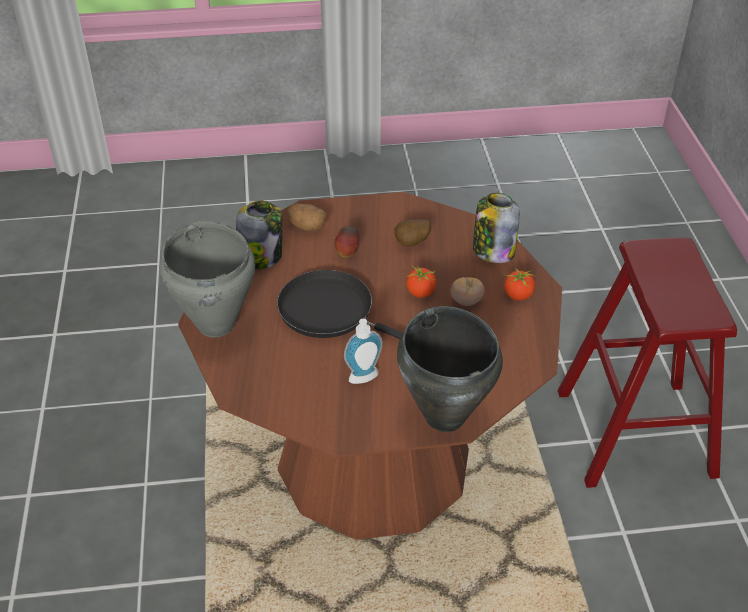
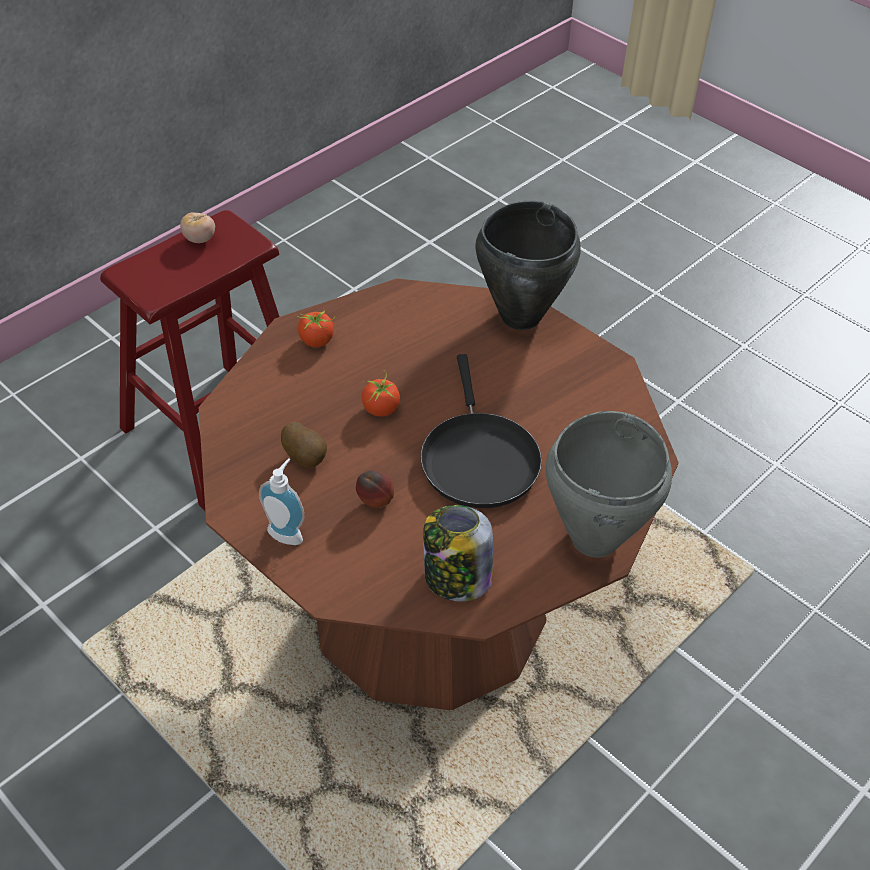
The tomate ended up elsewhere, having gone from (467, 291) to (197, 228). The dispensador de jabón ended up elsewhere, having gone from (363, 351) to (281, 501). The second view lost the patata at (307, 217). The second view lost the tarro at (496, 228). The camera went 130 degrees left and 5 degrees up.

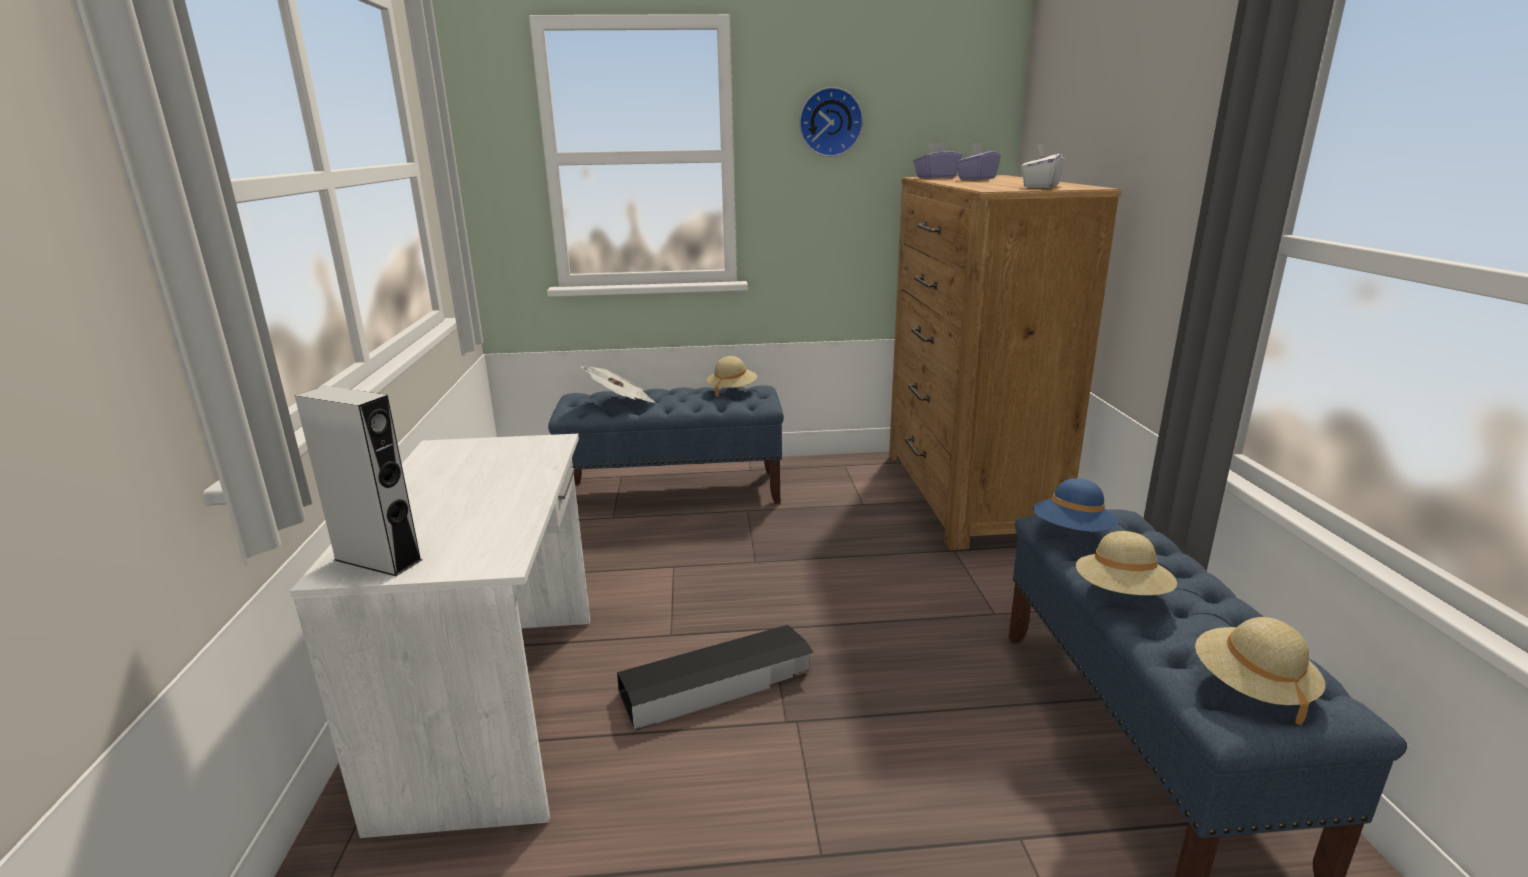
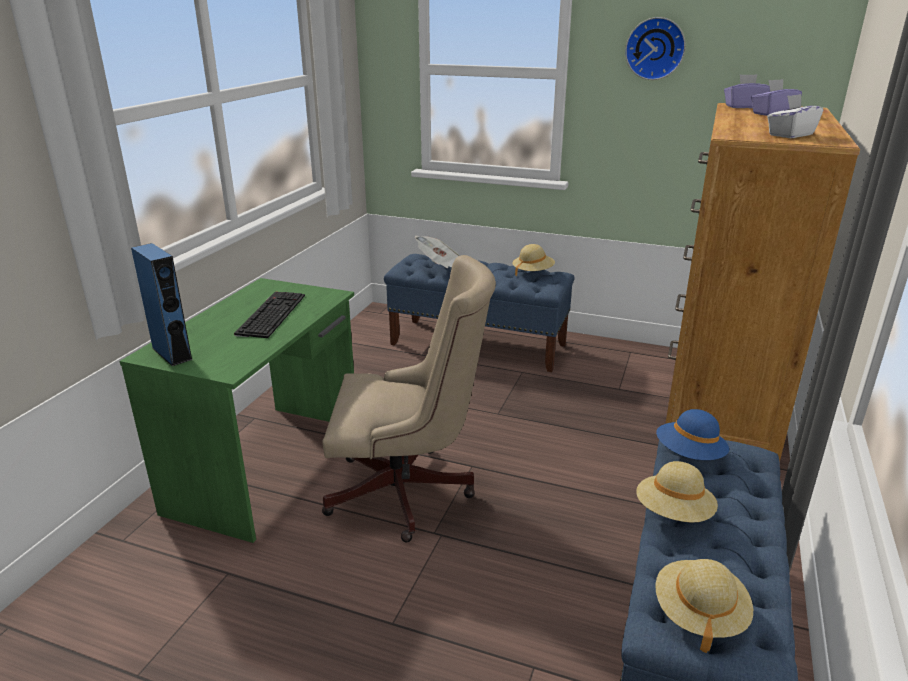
What was the escritorio [blanco] at (440, 636) turned into the escritorio [verde] at (237, 410). What was the altavoz [gris] at (358, 481) turned into the altavoz [azul] at (162, 304). The second view gained the teclado at (269, 315). Where the caja de almacenaje [negro] stood at (715, 677), the silla de oficina [beis] came to stand at (409, 399). The camera went 25 degrees right and 5 degrees up.

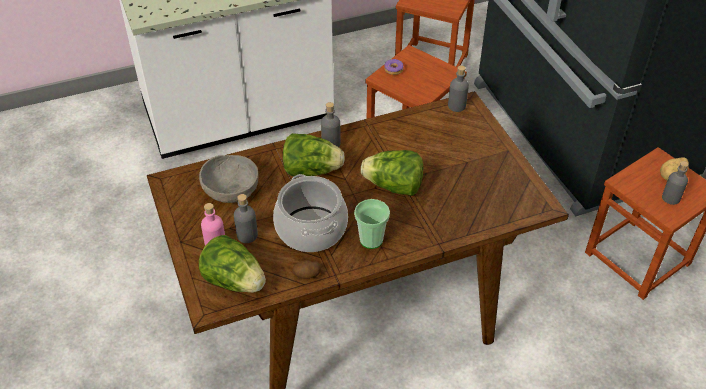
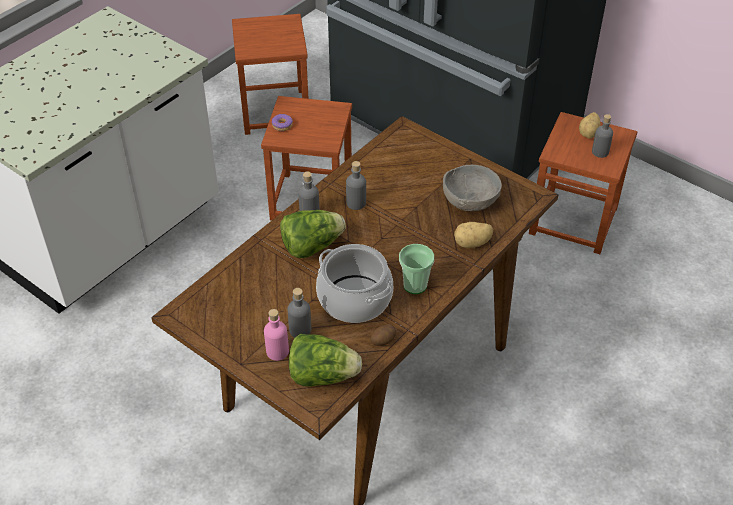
The botella [gris] ended up elsewhere, having gone from (458, 88) to (356, 185). The cuenco [gris] ended up elsewhere, having gone from (229, 179) to (472, 188). The second view gained the patata at (473, 235). The second view lost the lechuga at (392, 173). The camera went 30 degrees left and 0 degrees up.

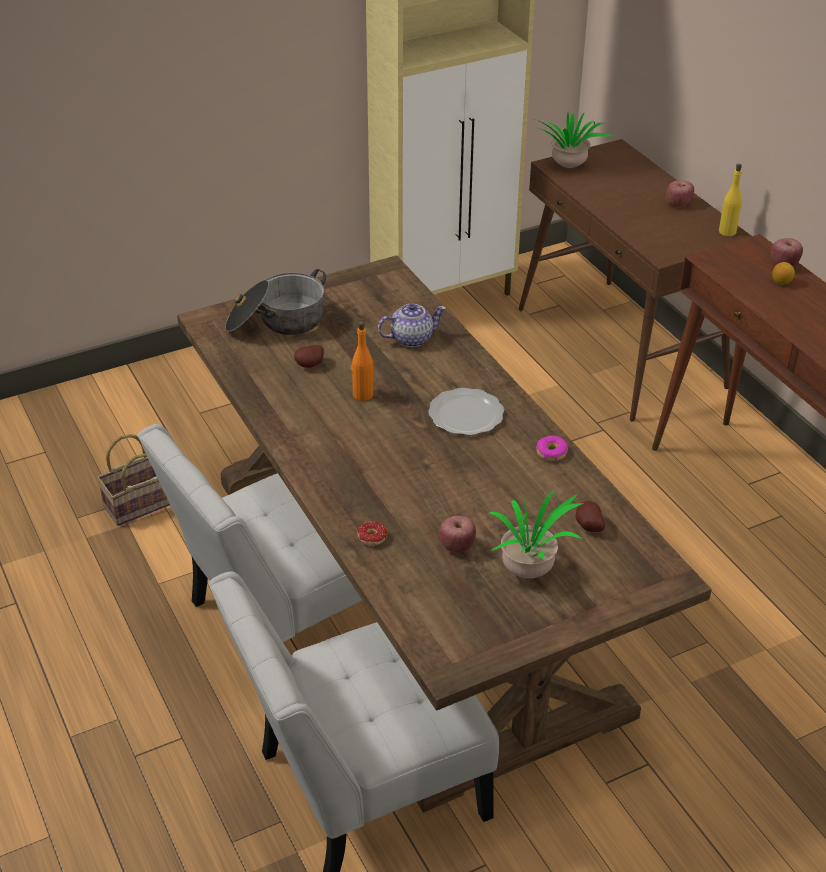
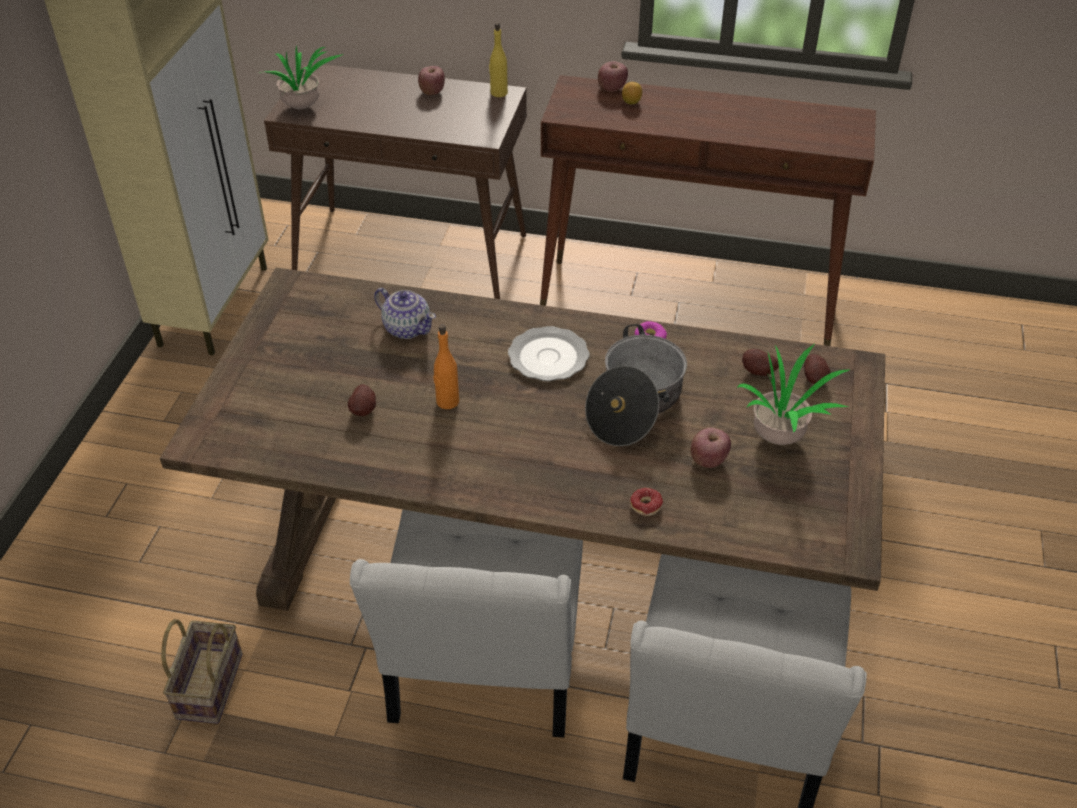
The tetera at (412, 325) ended up facing another way, 105 degrees clockwise from before. The olla ended up elsewhere, having gone from (275, 302) to (636, 385). The second view gained the patata at (817, 369). The camera went 50 degrees left and 5 degrees up.

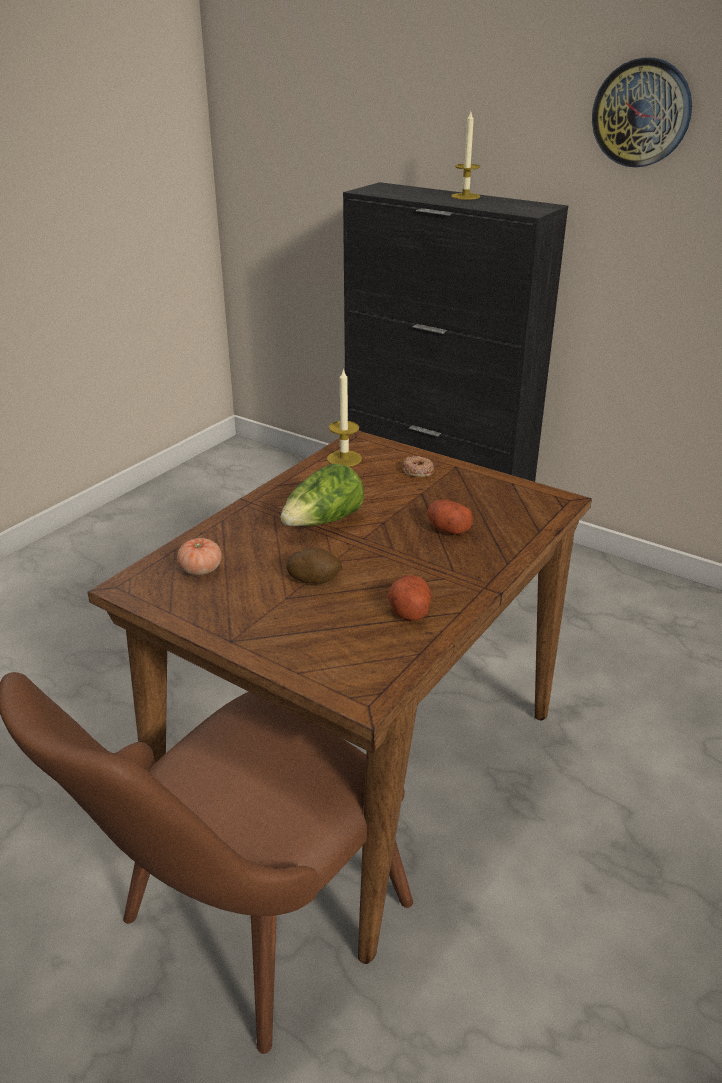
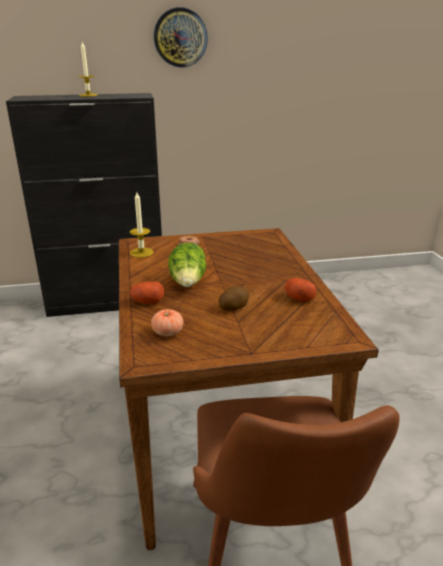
The patata ended up elsewhere, having gone from (450, 517) to (147, 293). The camera went 45 degrees left and 5 degrees down.

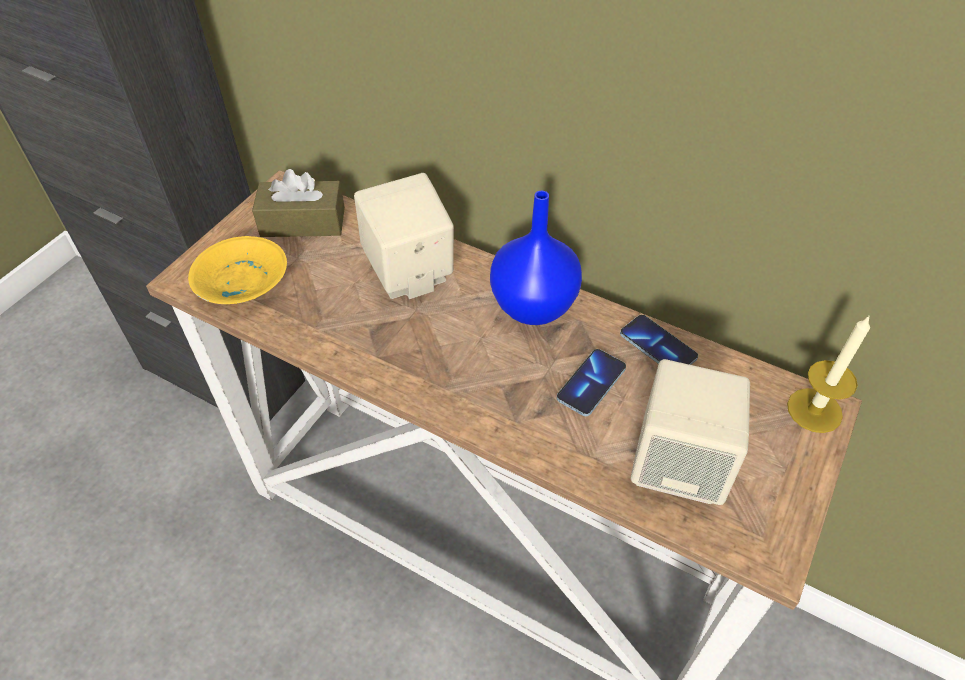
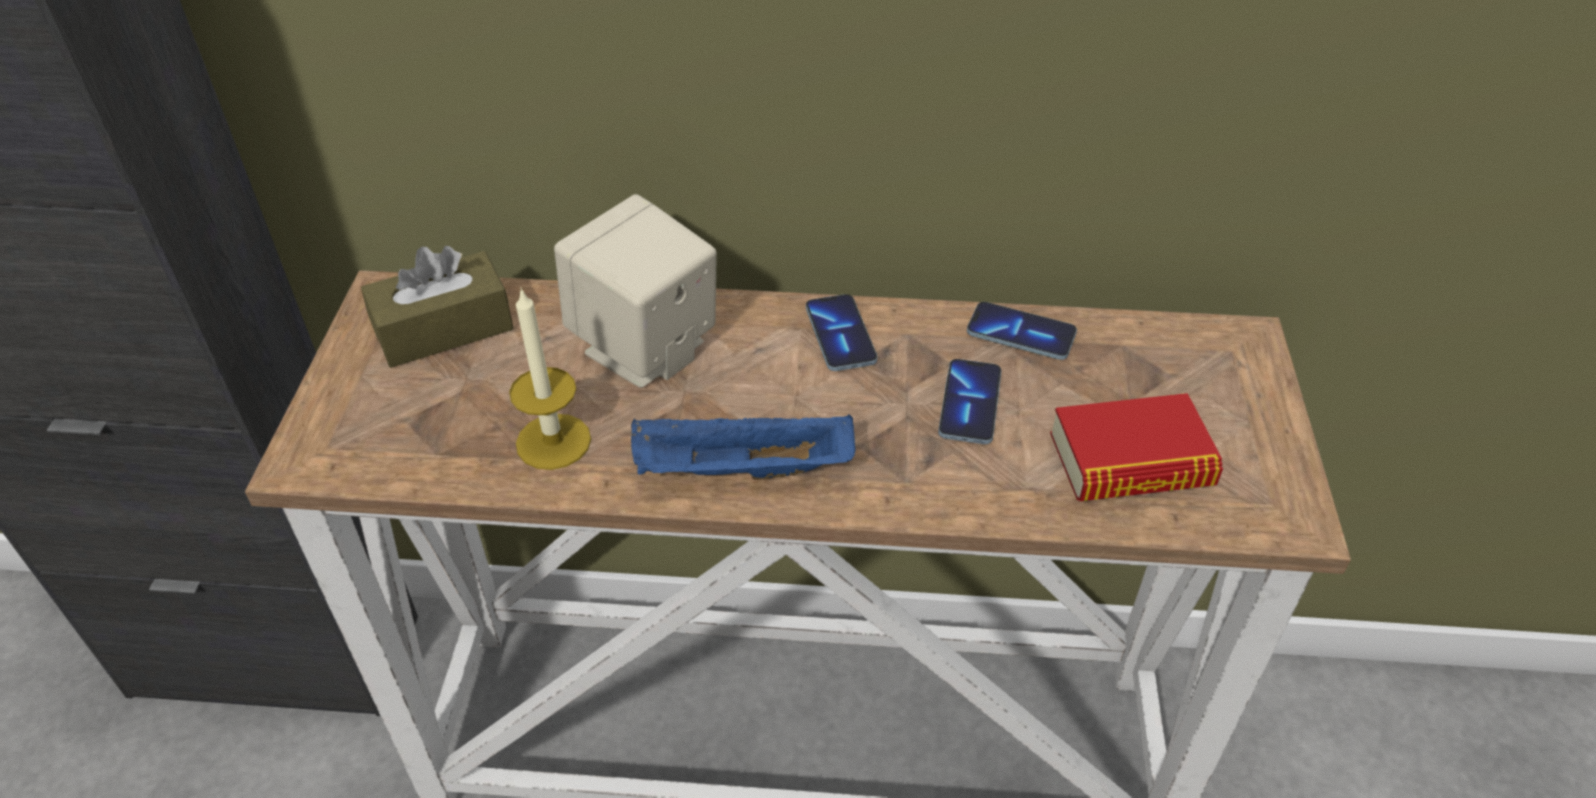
The vela ended up elsewhere, having gone from (828, 374) to (550, 379). The second view gained the bandeja [azul] at (743, 447). Where the florero [azul] stood at (536, 258), the móvil came to stand at (841, 332). Where the altavoz [beis] stood at (690, 432), the libro came to stand at (1136, 447). The second view lost the cuenco [amarillo] at (237, 270). The camera went 25 degrees left and 5 degrees down.

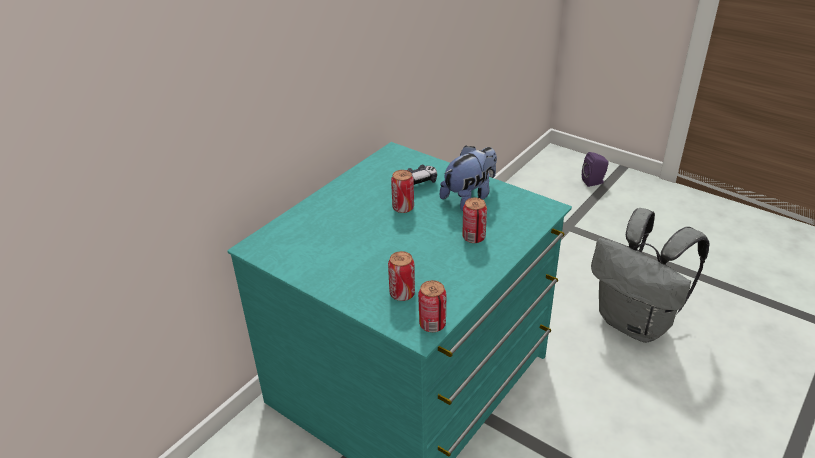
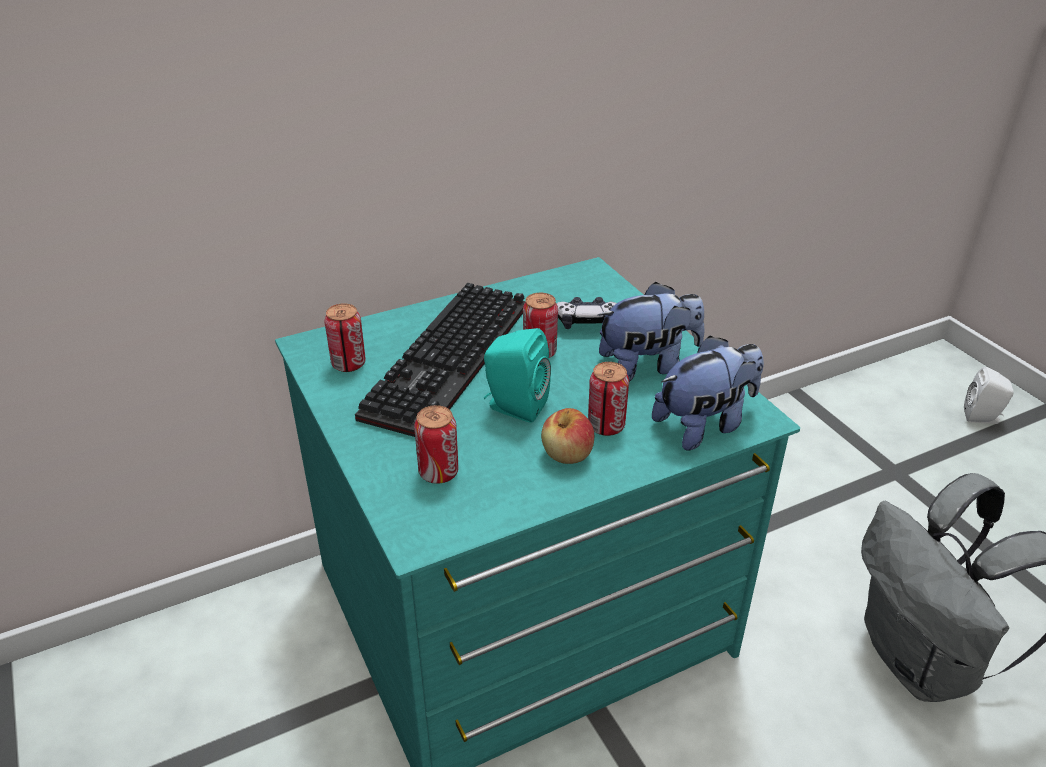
The lata ended up elsewhere, having gone from (432, 306) to (345, 337). The second view gained the teclado at (440, 360). The second view gained the altavoz [turquesa] at (517, 375). The second view gained the manzana at (567, 436). The second view gained the peluche at (708, 393). What was the altavoz [morado] at (595, 169) turned into the altavoz [blanco] at (989, 395). The camera went 25 degrees right and 0 degrees up.

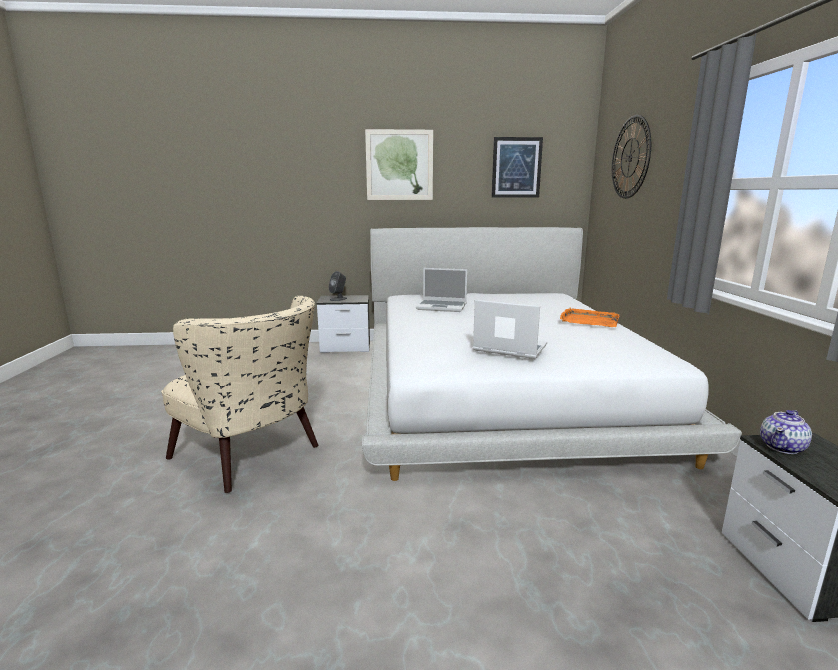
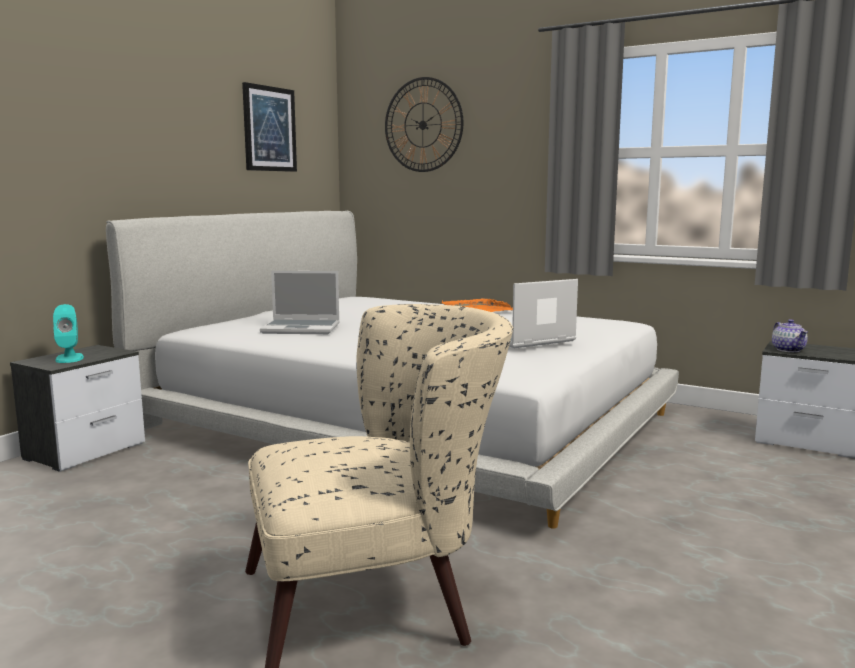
What was the altavoz [gris] at (337, 286) turned into the altavoz [turquesa] at (68, 333). The portátil at (441, 290) ended up facing another way, 45 degrees clockwise from before. The second view lost the cuadro at (399, 164). The camera went 55 degrees left and 5 degrees down.

